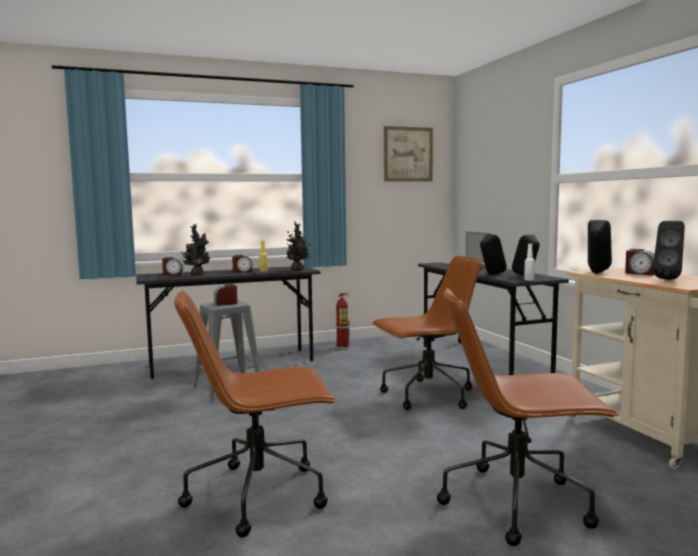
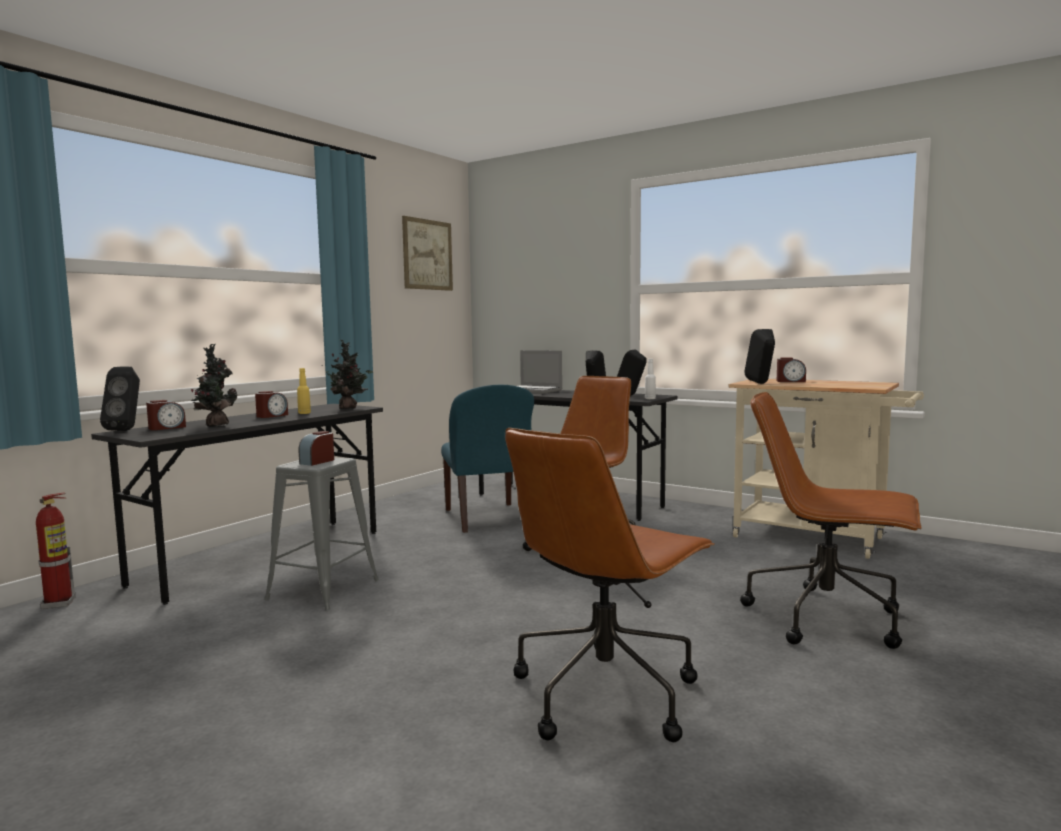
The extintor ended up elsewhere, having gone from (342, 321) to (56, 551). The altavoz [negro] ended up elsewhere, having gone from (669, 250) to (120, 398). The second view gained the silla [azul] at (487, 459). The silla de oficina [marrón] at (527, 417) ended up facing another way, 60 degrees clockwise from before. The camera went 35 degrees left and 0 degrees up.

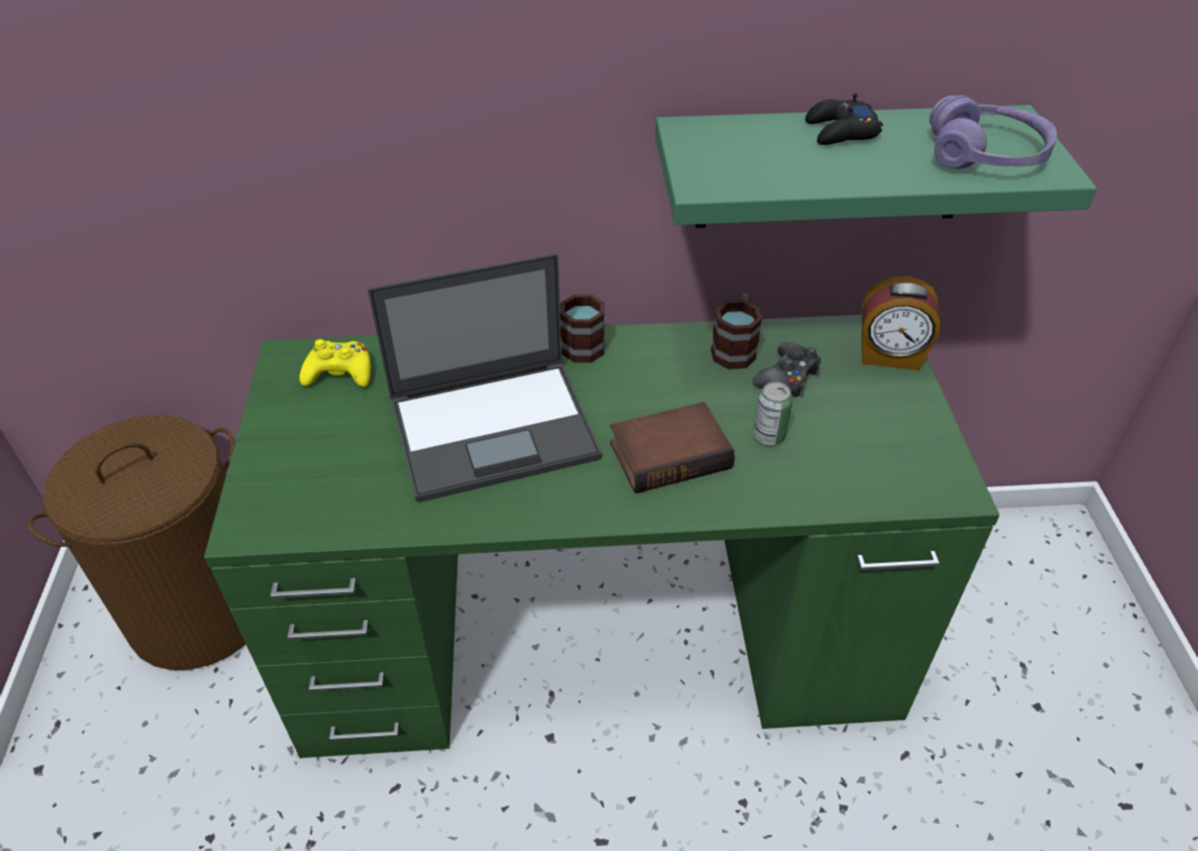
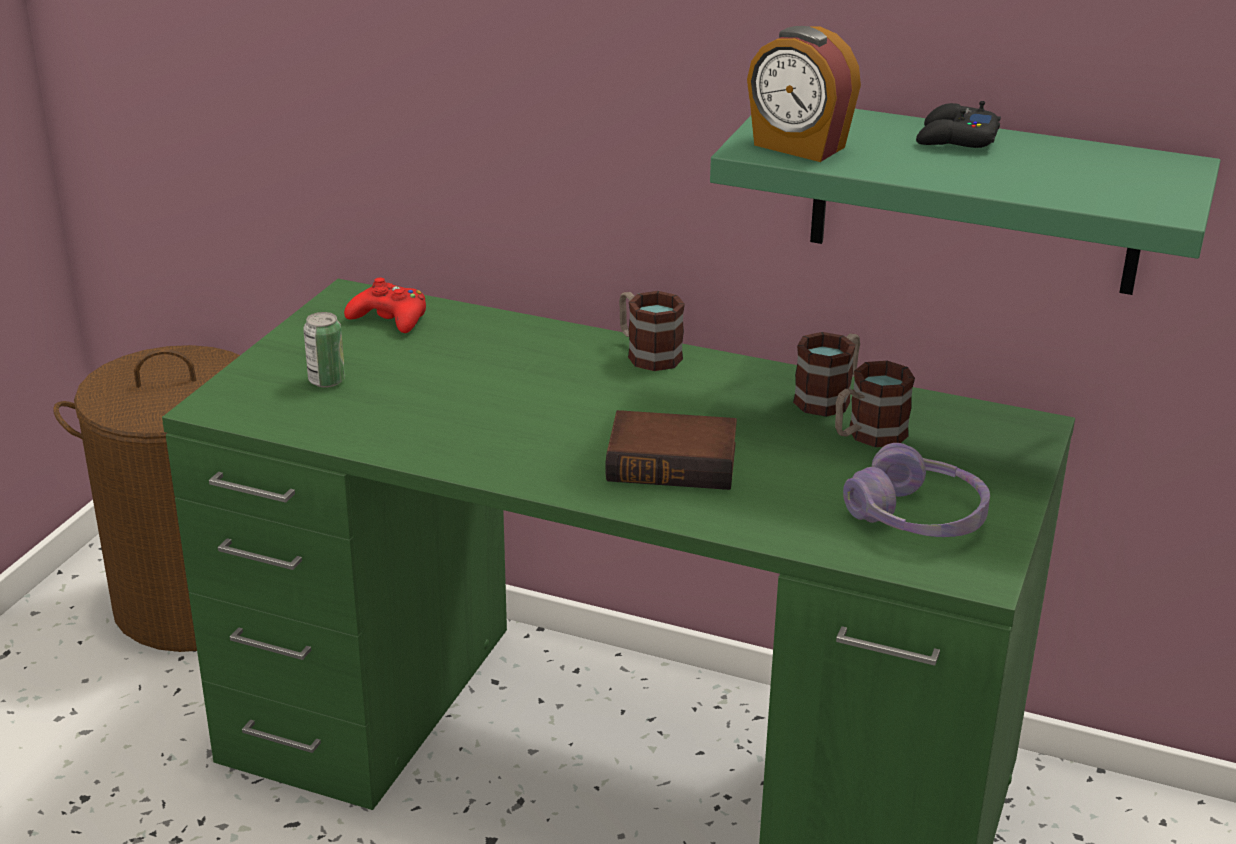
The lata ended up elsewhere, having gone from (773, 413) to (324, 350). What was the mando de consola [amarillo] at (335, 363) turned into the mando de consola [rojo] at (385, 305). The despertador ended up elsewhere, having gone from (901, 323) to (804, 94). Where the mando de consola [negro] stood at (786, 369), the taza grande came to stand at (875, 404). The auriculares [morado] ended up elsewhere, having gone from (993, 132) to (916, 490). The second view lost the portátil at (485, 378). The camera went 25 degrees right and 15 degrees down.

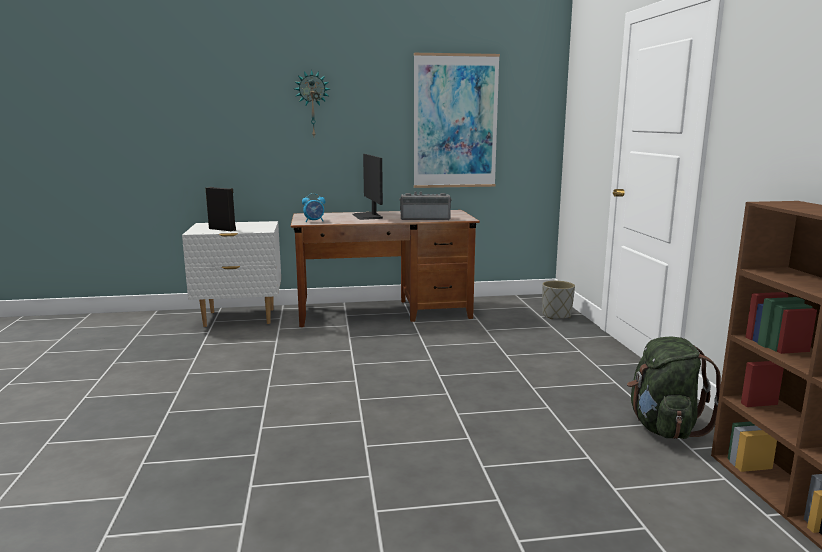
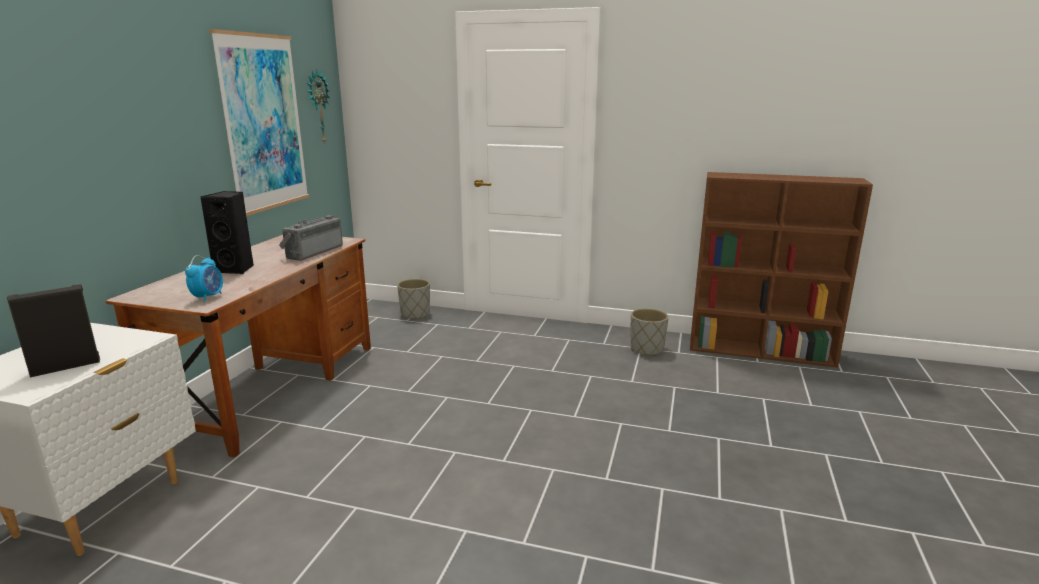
Where the monitor stood at (367, 187), the altavoz [negro] came to stand at (227, 232). The reloj de pared ended up elsewhere, having gone from (312, 103) to (318, 107). Where the mochila [verde] stood at (674, 387), the maceta [gris] came to stand at (650, 332). The camera went 65 degrees left and 5 degrees up.

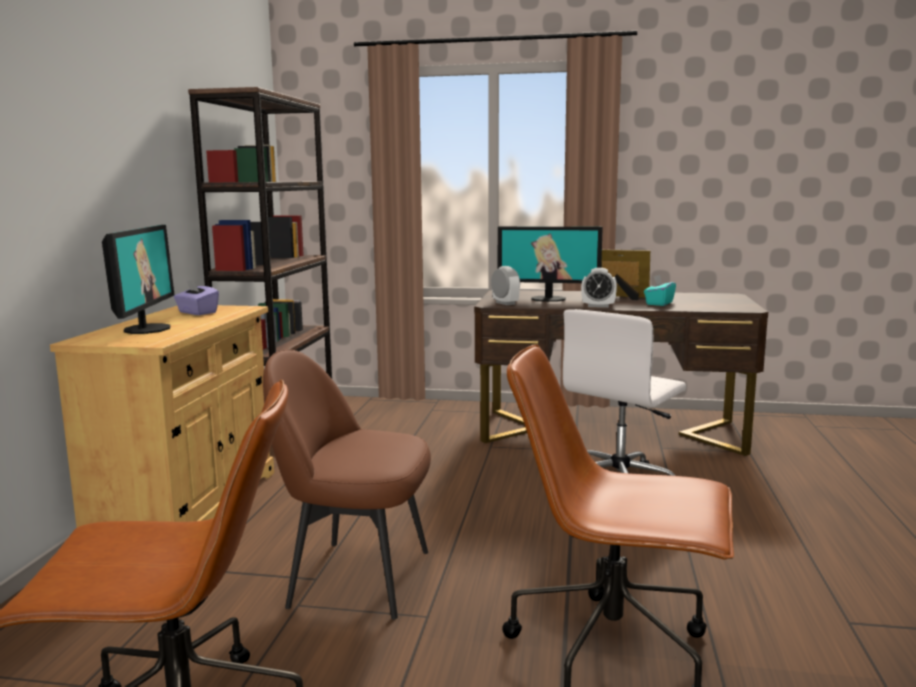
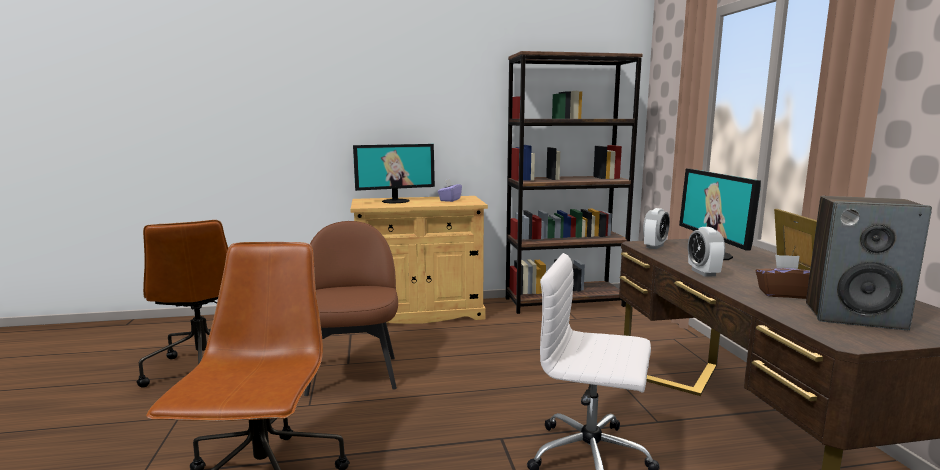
What was the caja de pañuelos [turquesa] at (660, 290) turned into the caja de pañuelos [marrón] at (783, 276). The second view gained the altavoz at (869, 263). The camera went 70 degrees right and 0 degrees up.

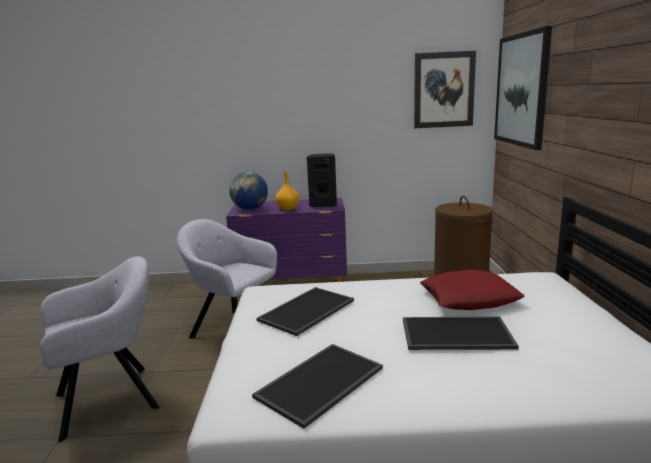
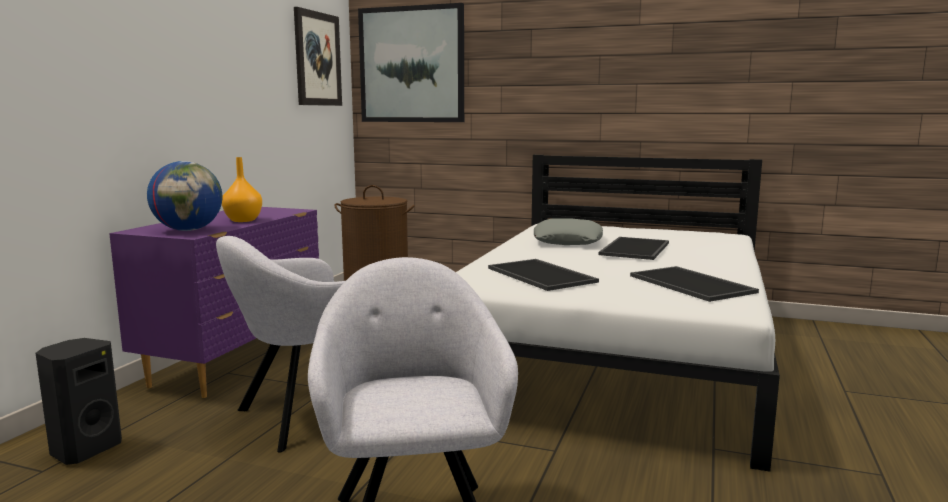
The altavoz [negro] ended up elsewhere, having gone from (322, 180) to (78, 401). What was the cojín [rojo] at (472, 290) turned into the cojín [gris] at (568, 231). The camera went 70 degrees left and 5 degrees down.

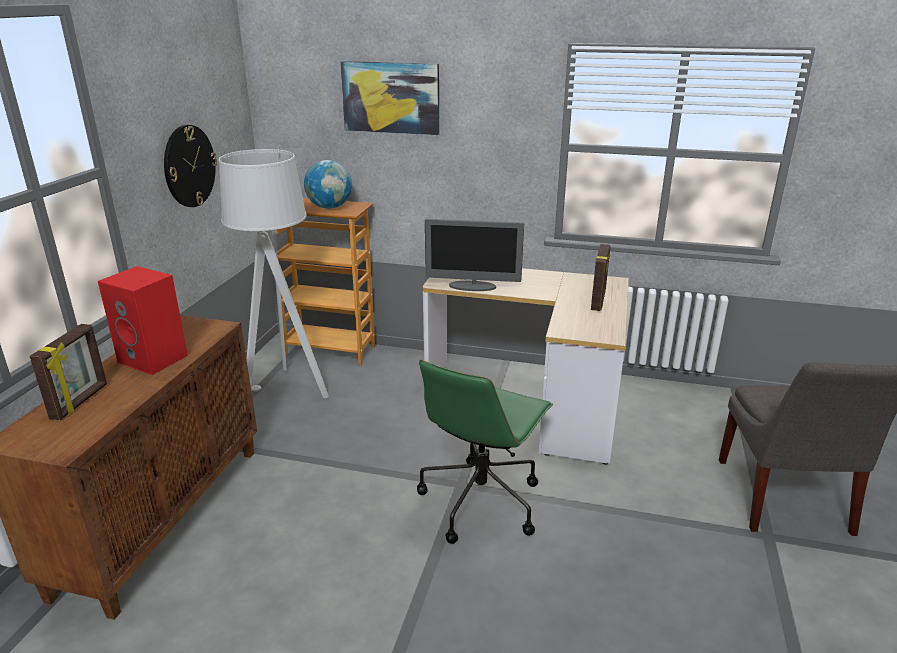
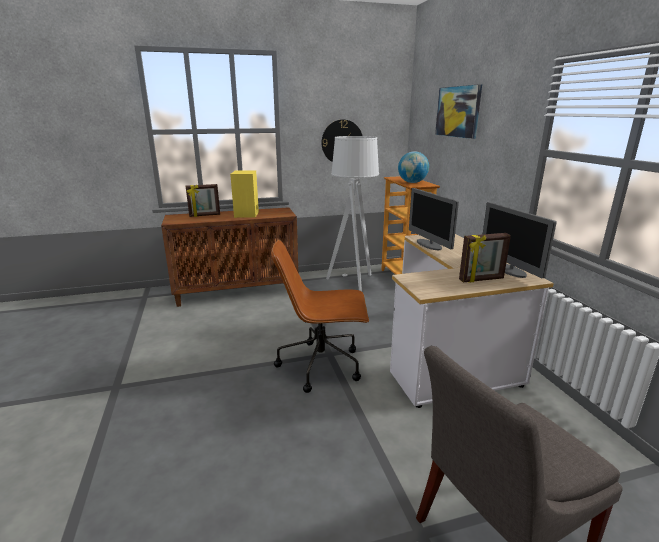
What was the altavoz [rojo] at (143, 320) turned into the altavoz [amarillo] at (244, 194). What was the silla de oficina [verde] at (485, 452) turned into the silla de oficina [marrón] at (320, 316). The second view gained the monitor at (520, 240). The camera went 60 degrees right and 5 degrees down.

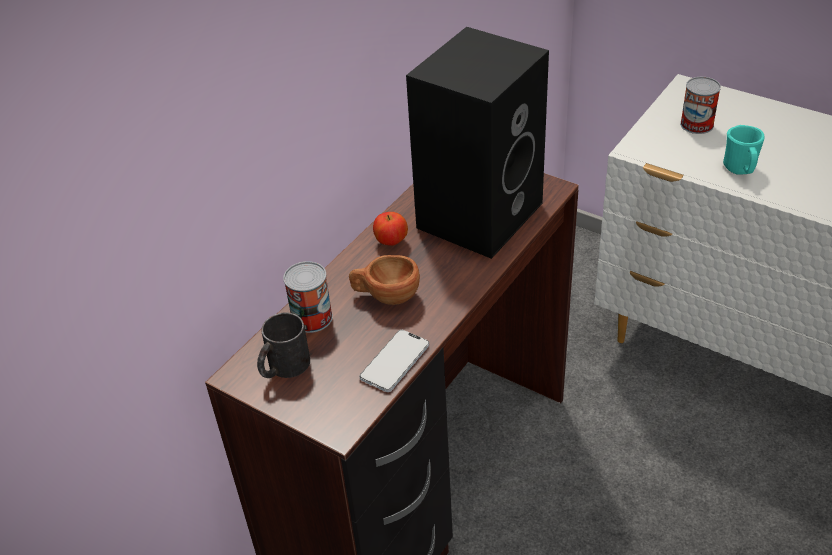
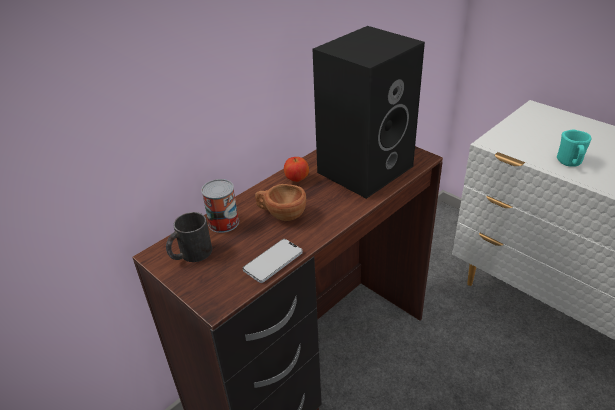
The second view lost the lata at (700, 105). The camera went 10 degrees right and 5 degrees down.

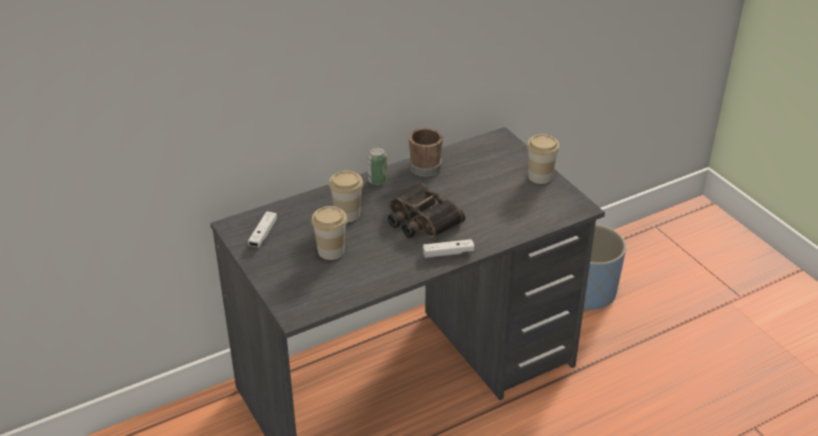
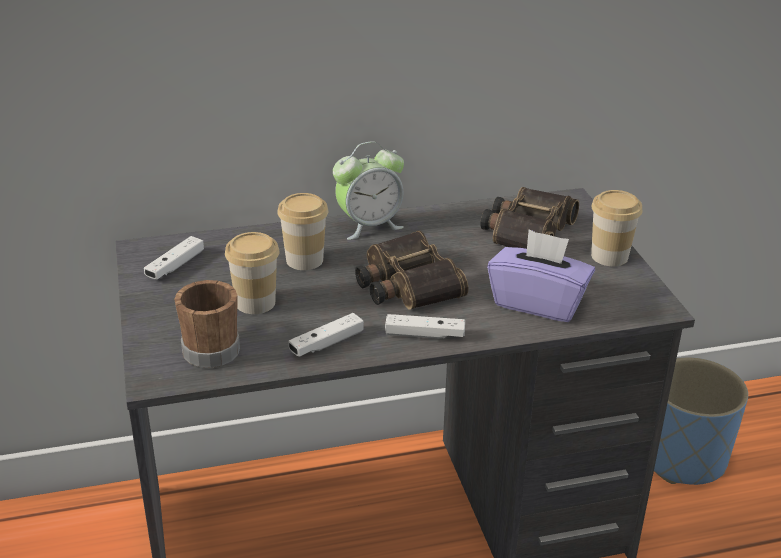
The taza grande [marrón] ended up elsewhere, having gone from (425, 152) to (207, 324). The second view gained the mando de consola [blanco] at (326, 335). Where the lata stood at (377, 166), the despertador came to stand at (368, 190). The second view gained the prismáticos at (529, 218). The second view gained the caja de pañuelos [morado] at (541, 275). The camera went 15 degrees right and 5 degrees down.

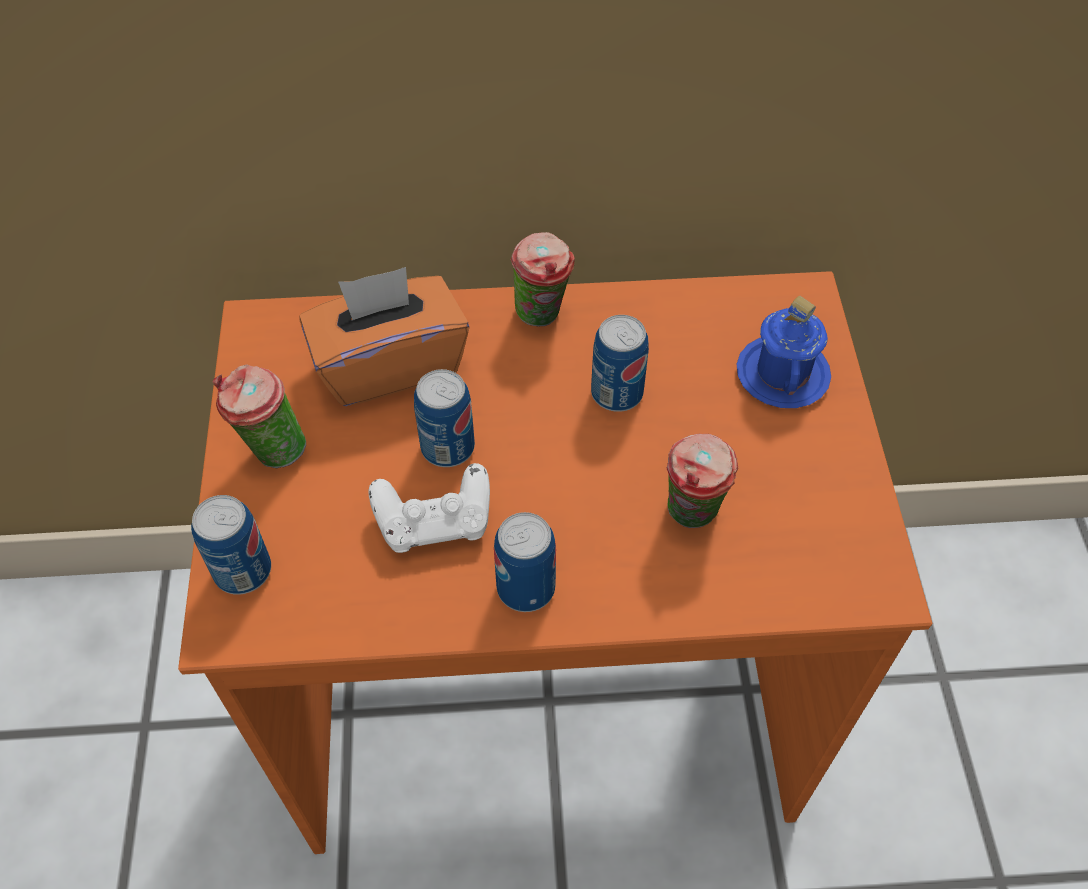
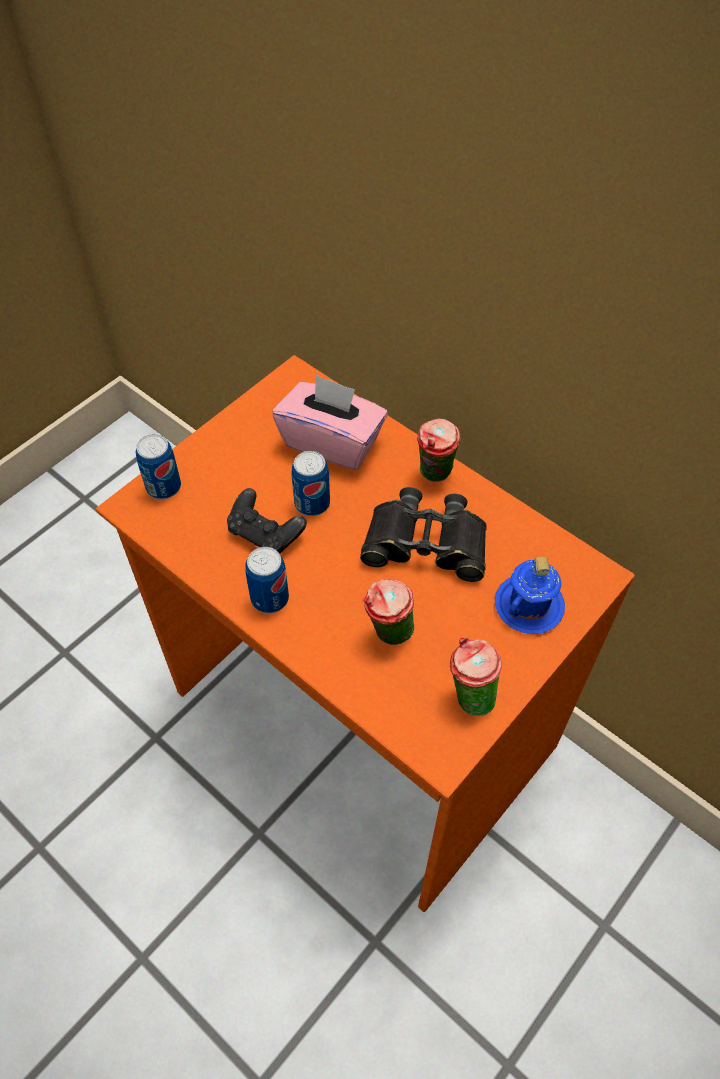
What was the mando de consola [blanco] at (429, 508) turned into the mando de consola [negro] at (267, 521). What was the caja de pañuelos [naranja] at (384, 336) turned into the caja de pañuelos [rosa] at (330, 422). Where the lata stood at (620, 363), the prismáticos [negro] came to stand at (423, 534). The taza ended up elsewhere, having gone from (259, 416) to (476, 677). The camera went 45 degrees right and 0 degrees up.

